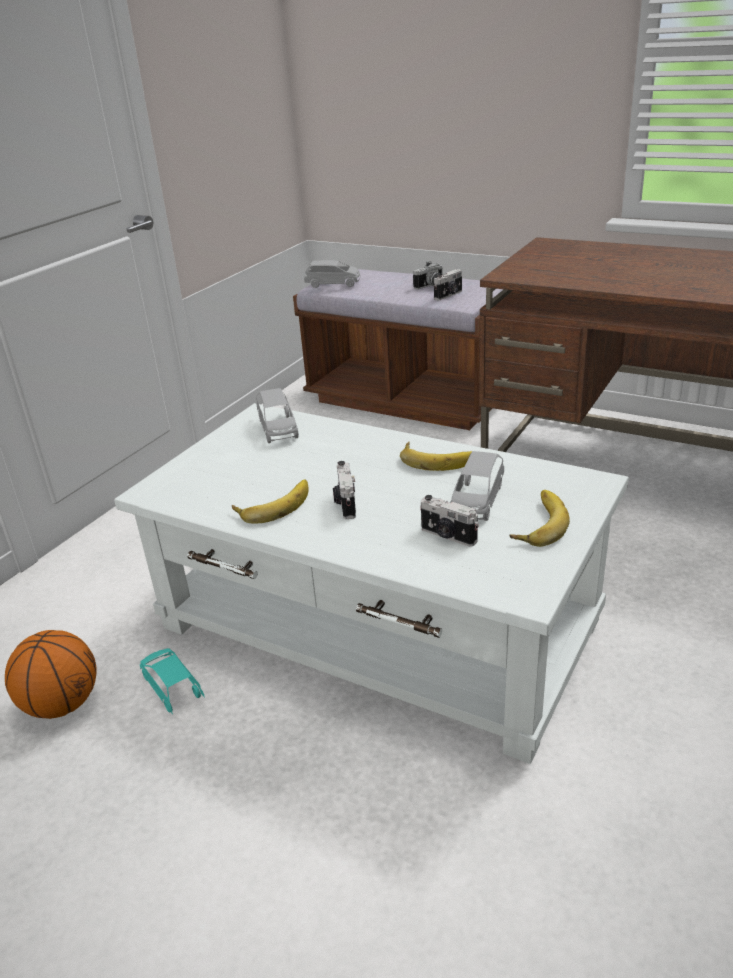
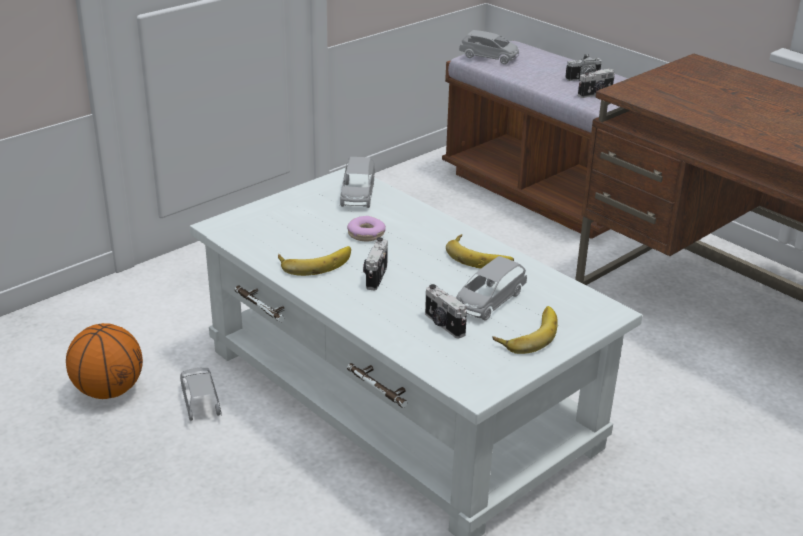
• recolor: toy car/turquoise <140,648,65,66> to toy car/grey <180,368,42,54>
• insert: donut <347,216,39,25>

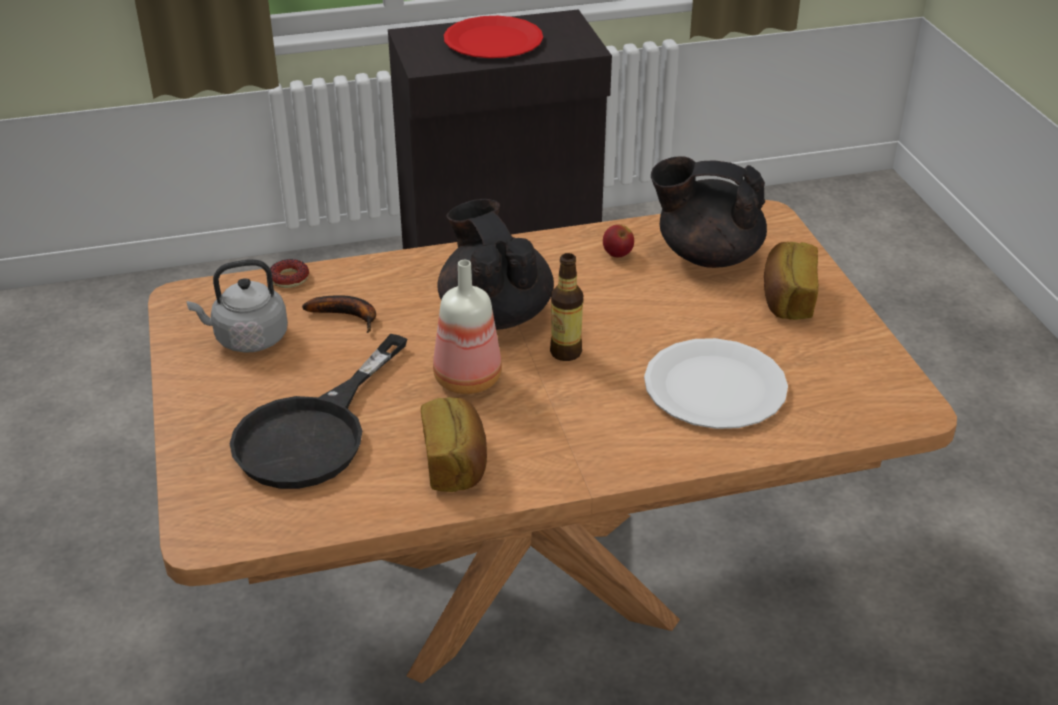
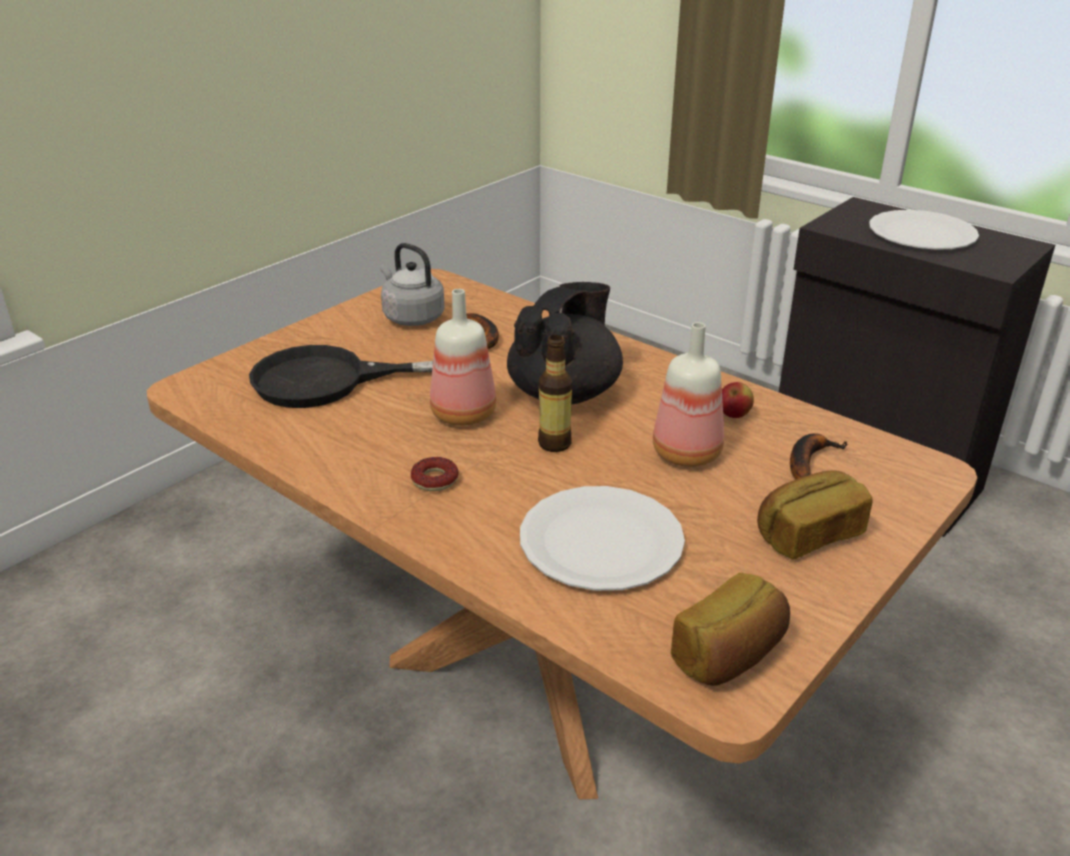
• move: donut <270,259,39,29> to <411,457,48,34>
• insert: bottle <653,322,71,145>
• move: bread <421,397,66,95> to <671,573,119,113>
• replace: teapot/black <651,156,116,112> to banana <790,433,58,46>
• recolor: plate/red <444,16,99,42> to plate/white <869,210,110,40>

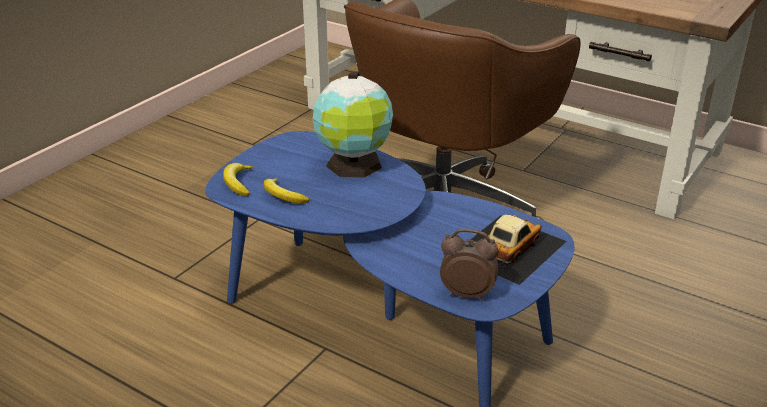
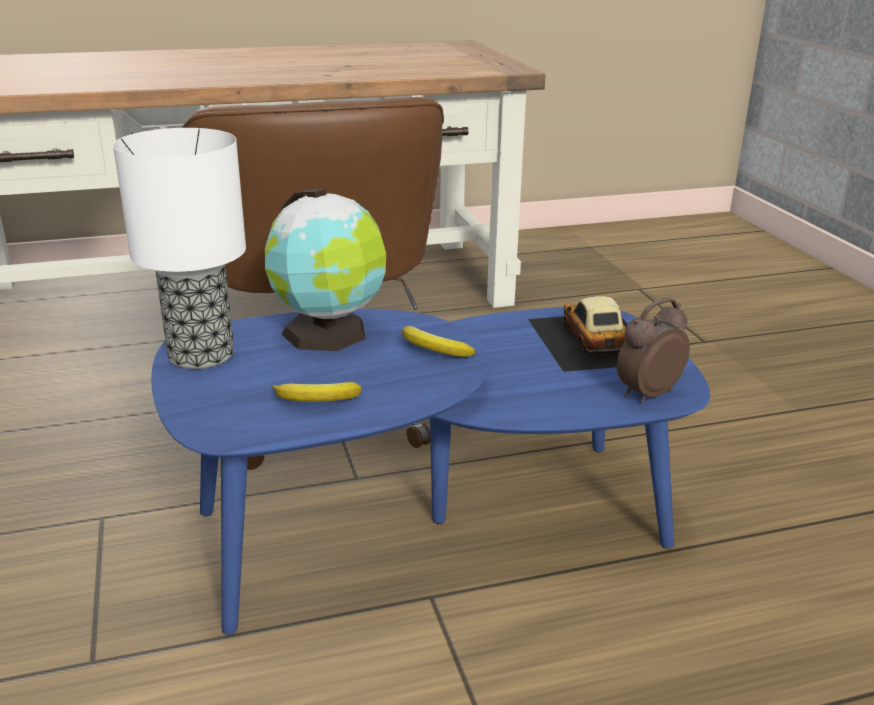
• insert: table lamp <113,128,133,241>
• move: banana <223,163,31,33> to <402,326,74,31>

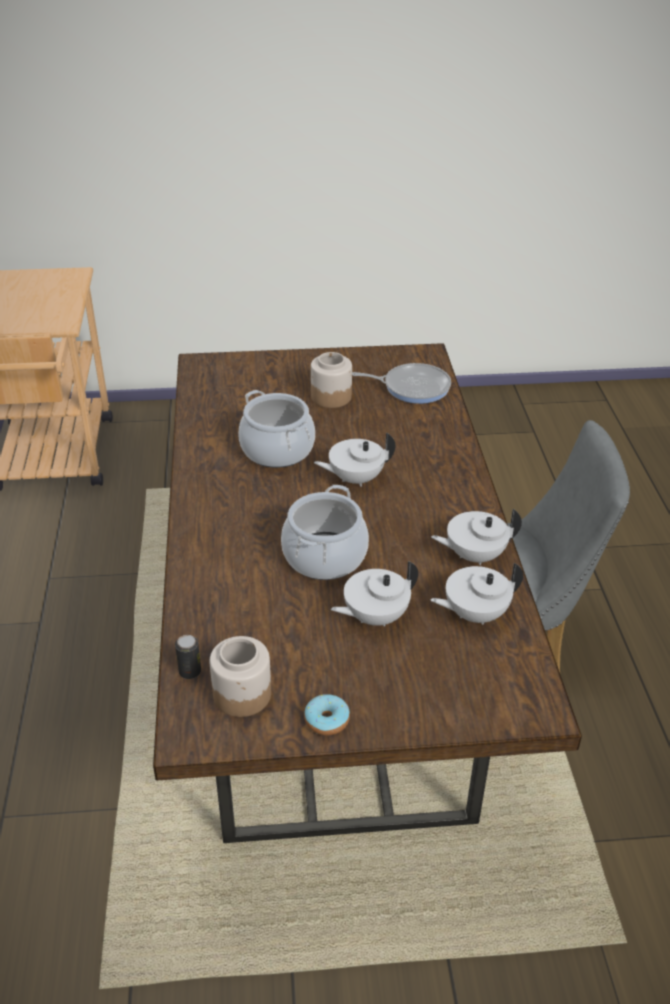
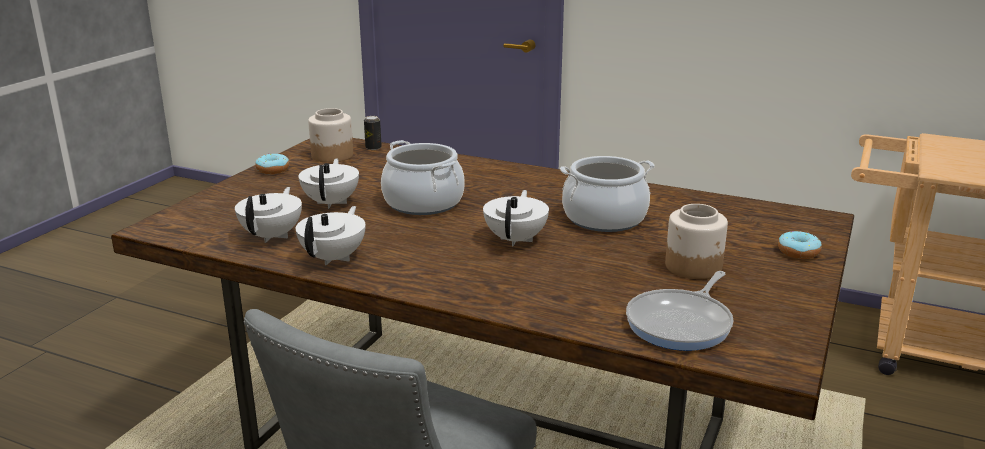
• insert: donut <778,231,44,28>

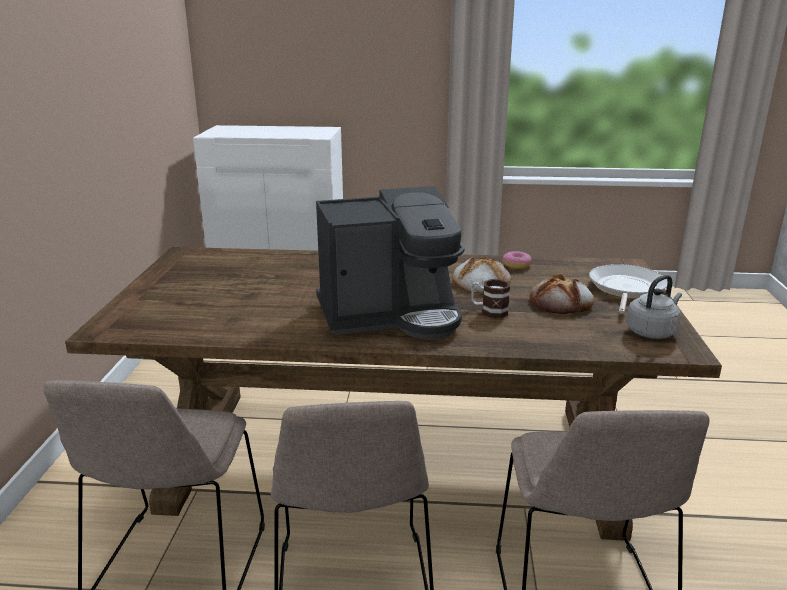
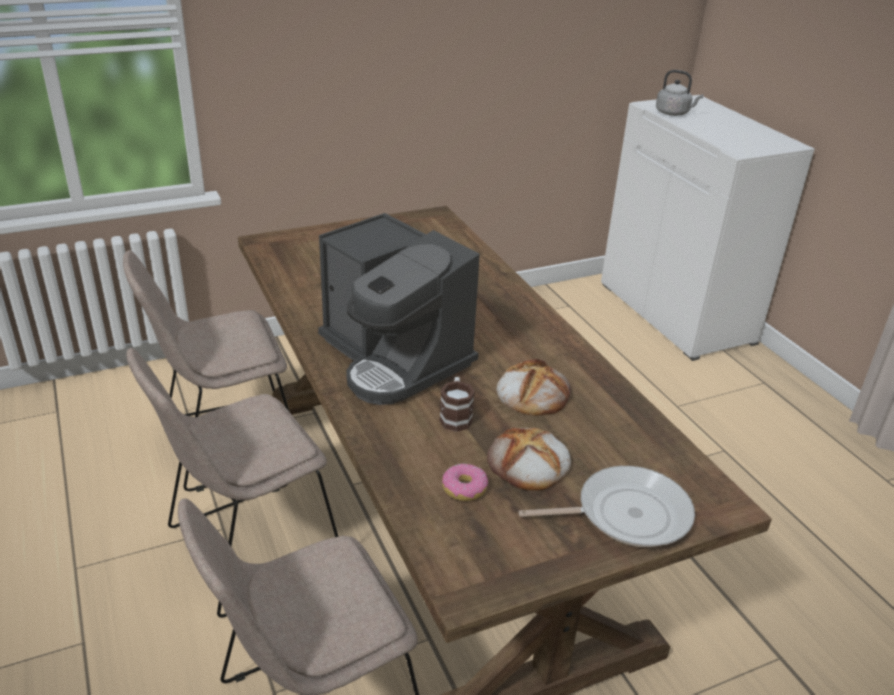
• move: donut <502,251,30,18> to <442,463,46,38>
• move: kettle/grey <626,275,56,64> to <656,70,48,46>

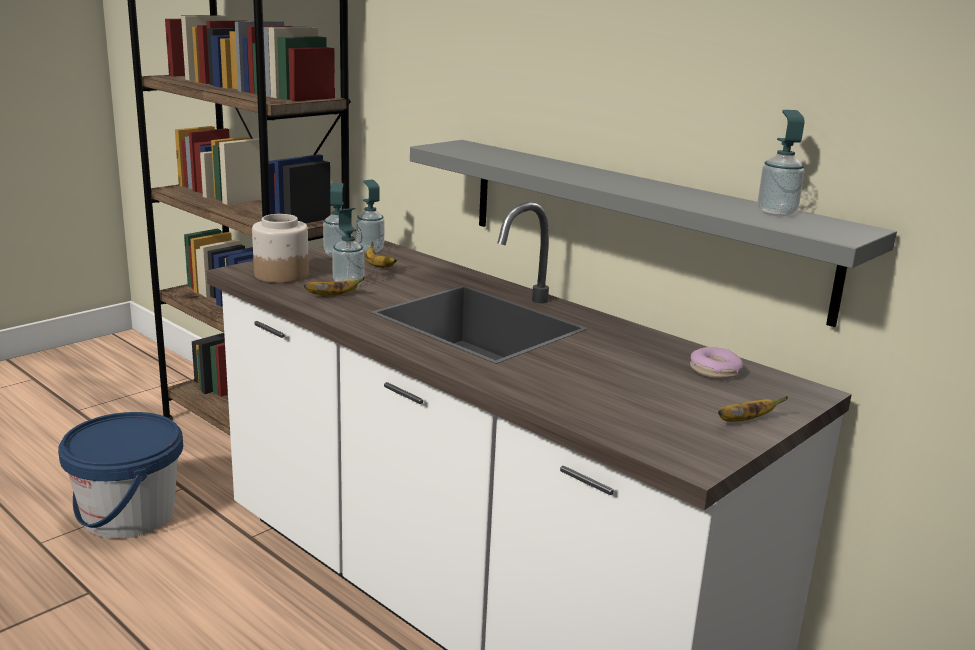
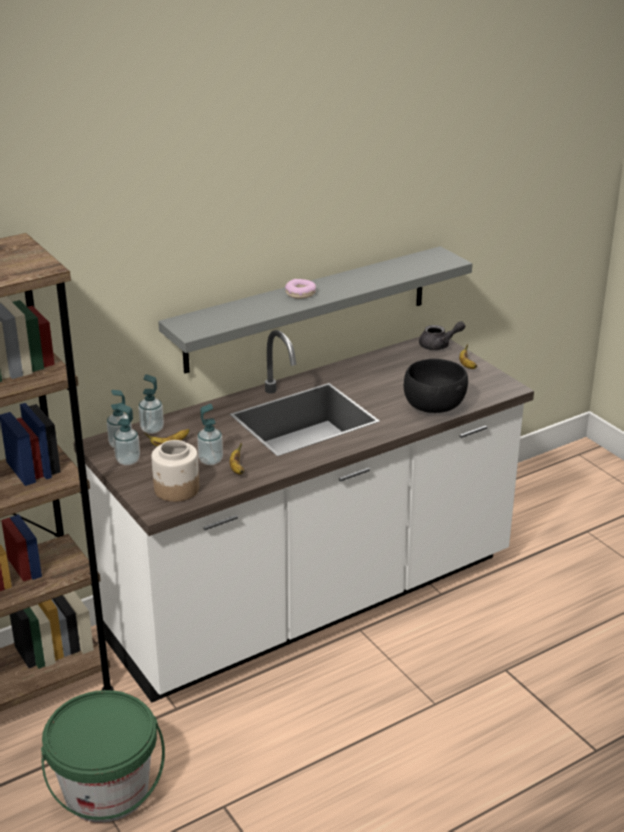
• recolor: bucket/blue <58,412,125,127> to bucket/green <41,690,124,133>
• move: soap dispenser <758,110,47,106> to <139,374,25,60>
• move: donut <690,347,54,32> to <285,279,31,20>
• insert: bowl/black <404,359,64,54>
• insert: teapot/grey <419,321,46,29>

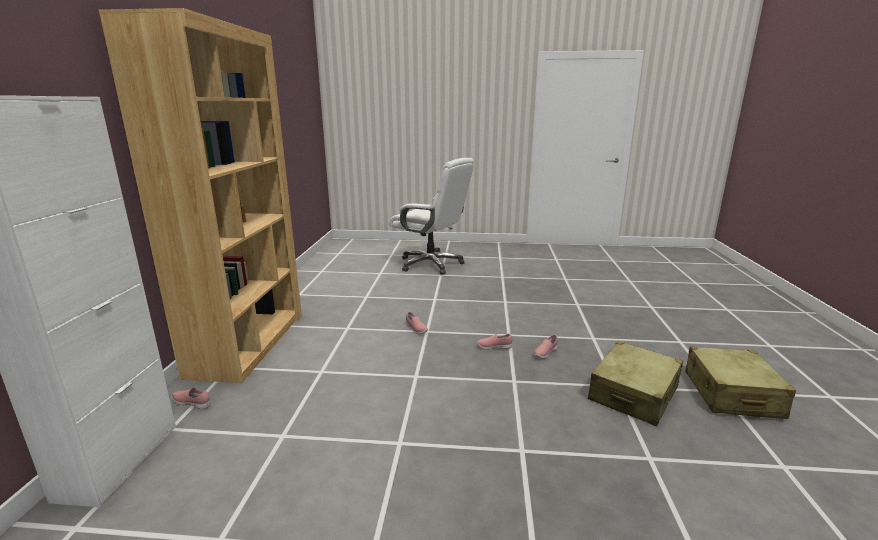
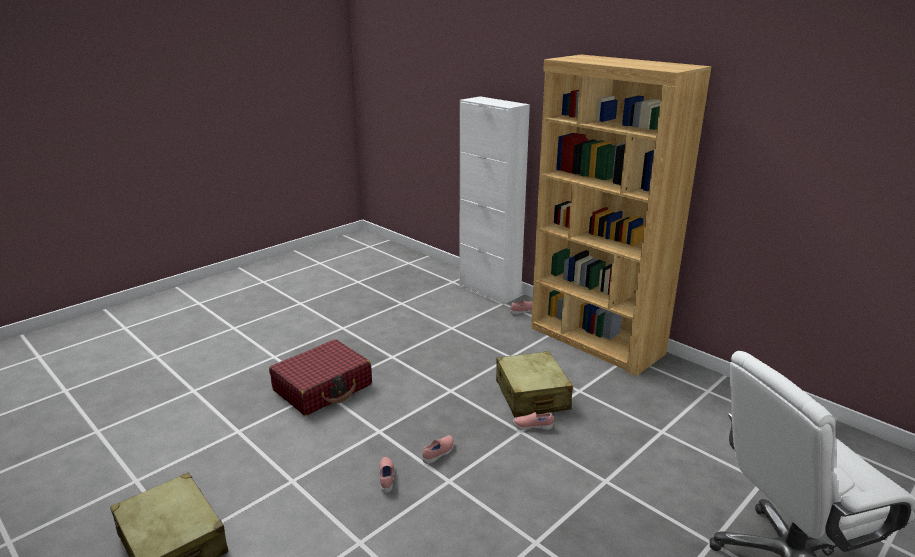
• insert: suitcase/red <269,339,103,77>
• move: suitcase/beige <588,341,95,85> to <496,351,77,66>

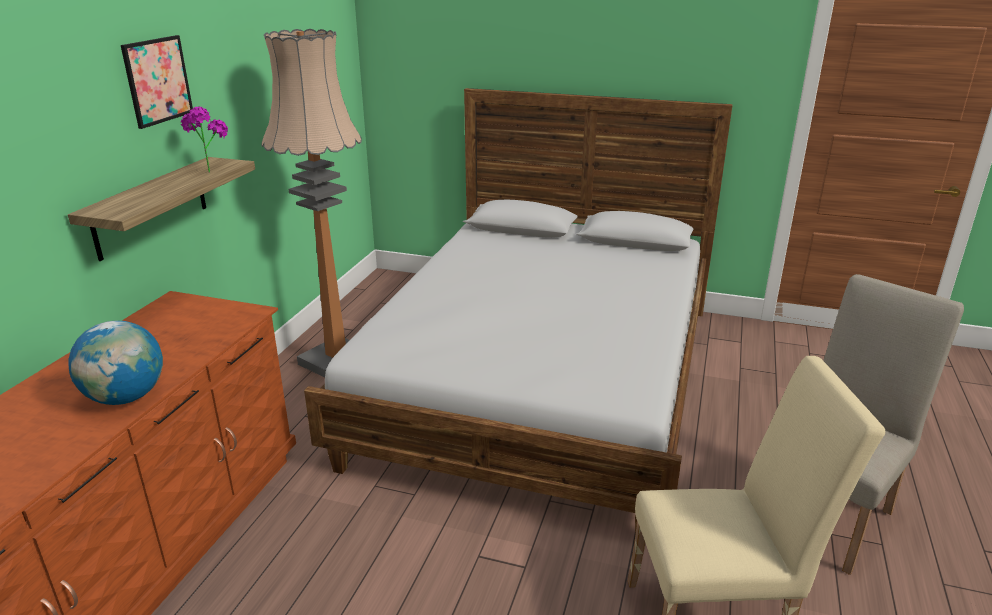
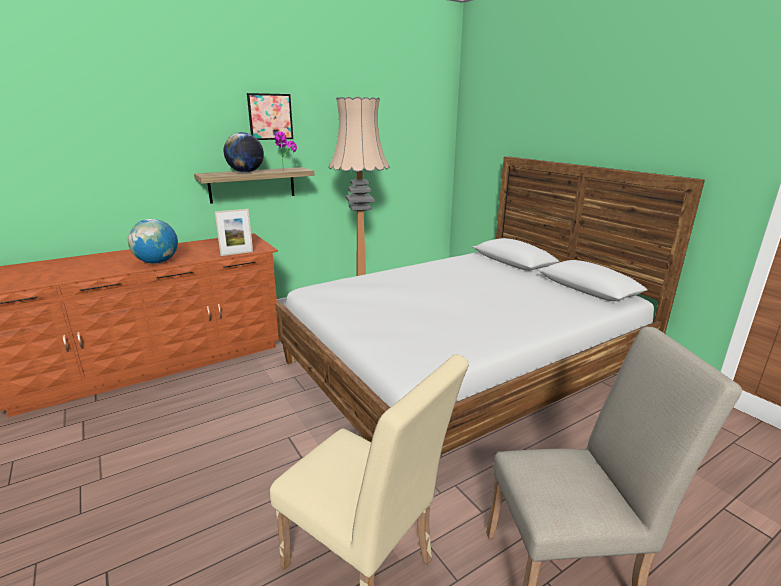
• insert: picture frame <215,209,38,47>
• insert: globe <224,132,40,41>

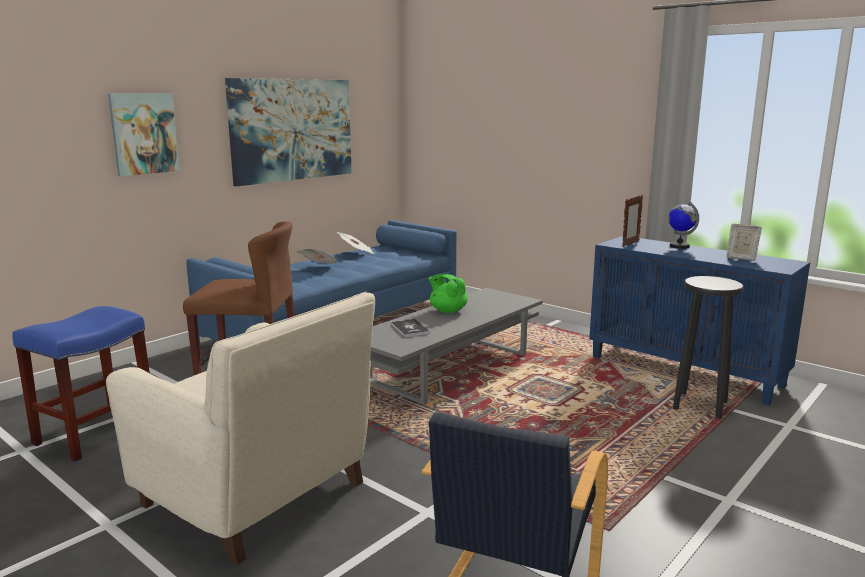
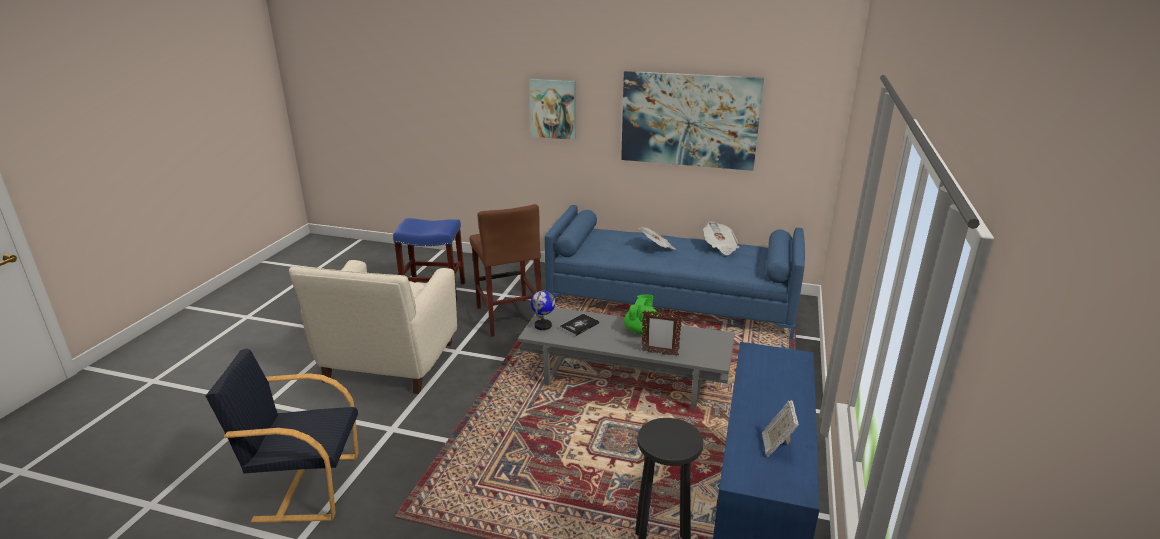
• move: globe <668,202,31,47> to <531,290,24,40>
• move: picture frame <622,195,21,52> to <642,310,40,46>

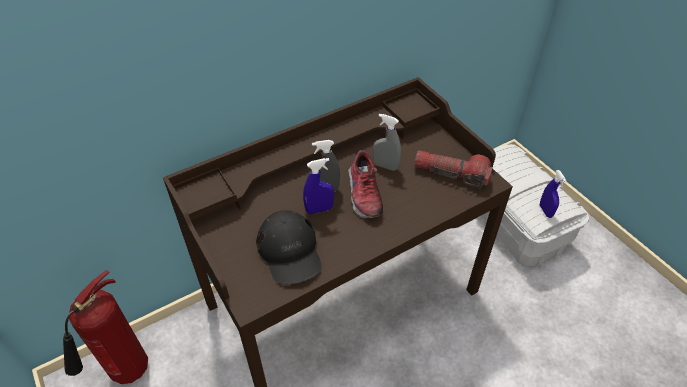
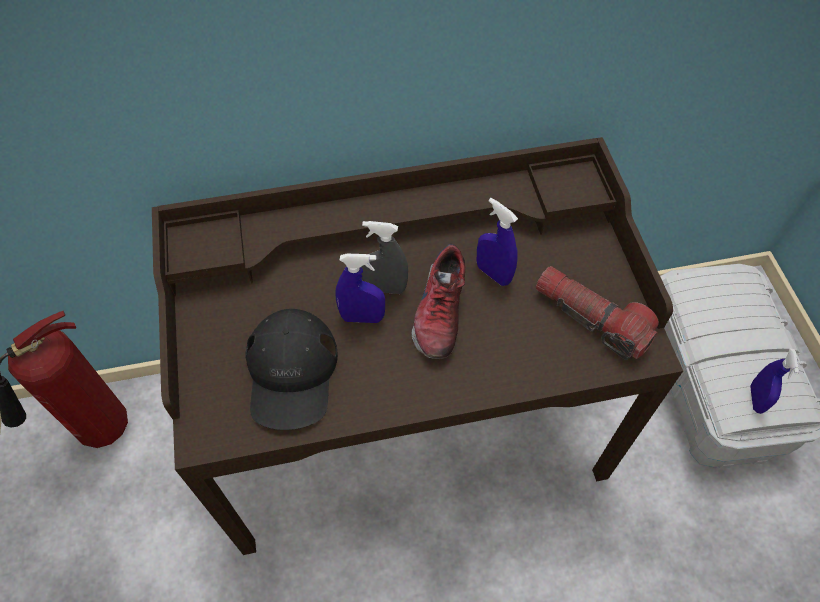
• recolor: spray bottle/grey <373,114,28,57> to spray bottle/blue <477,198,41,88>

